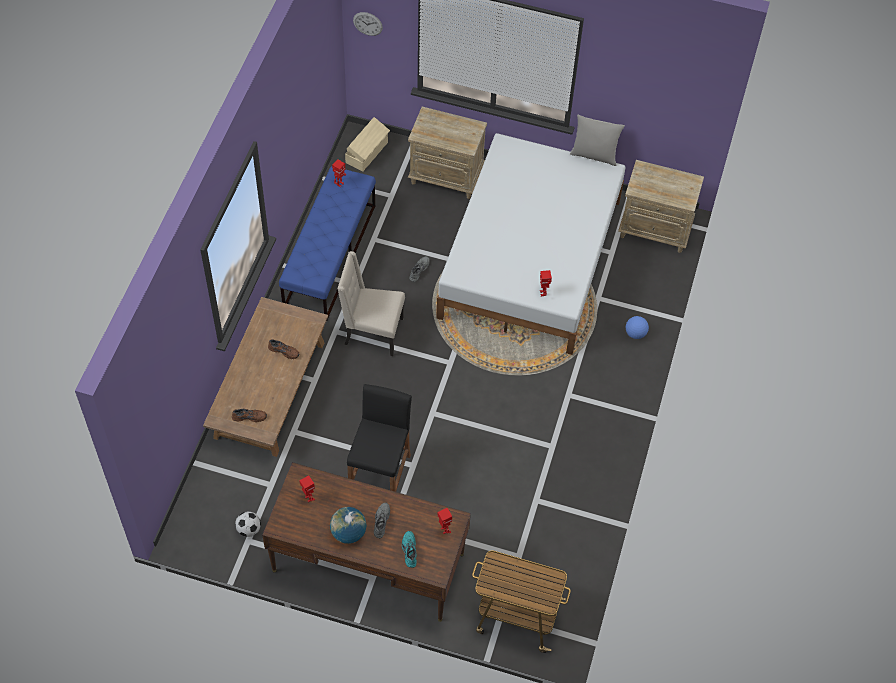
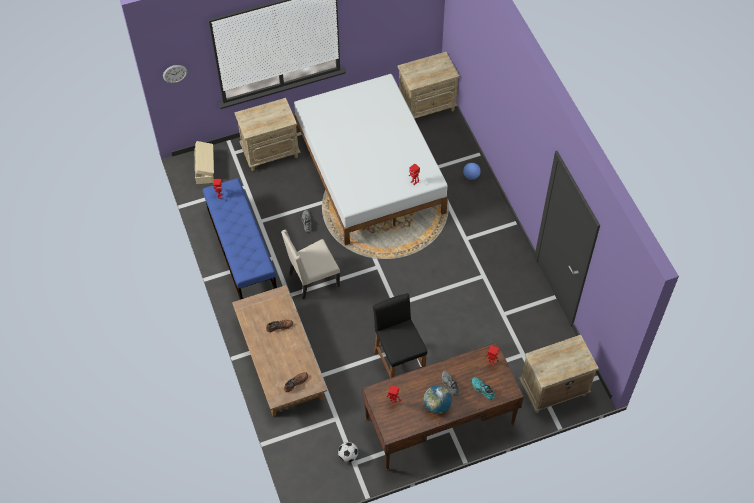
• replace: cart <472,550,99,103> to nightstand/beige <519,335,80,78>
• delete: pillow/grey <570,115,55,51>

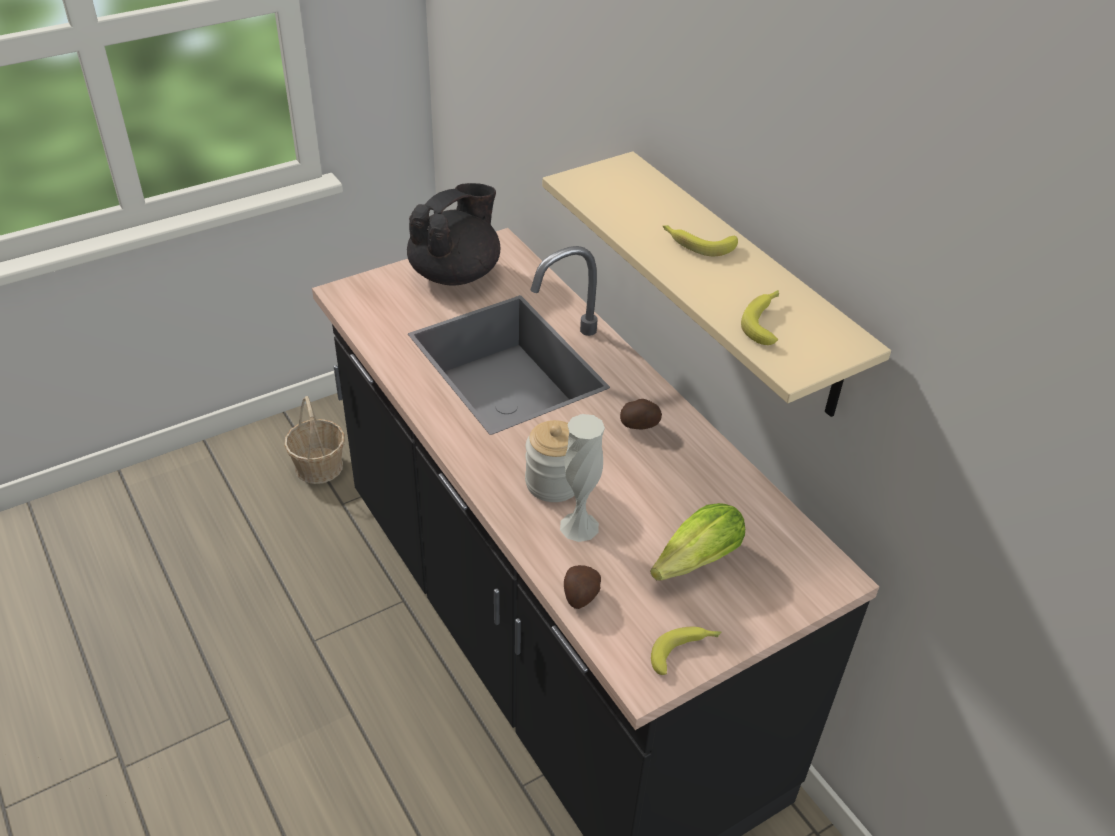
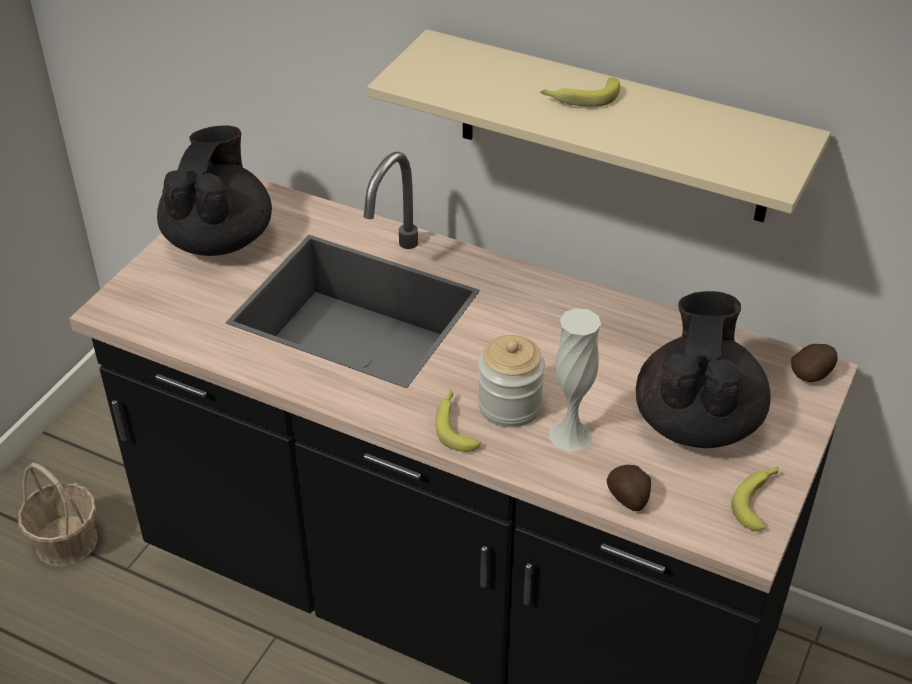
• move: banana <741,290,38,55> to <436,390,45,62>
• replace: lettuce <650,503,95,78> to teapot/black <636,291,135,157>
• move: potato <620,399,42,31> to <791,344,47,38>

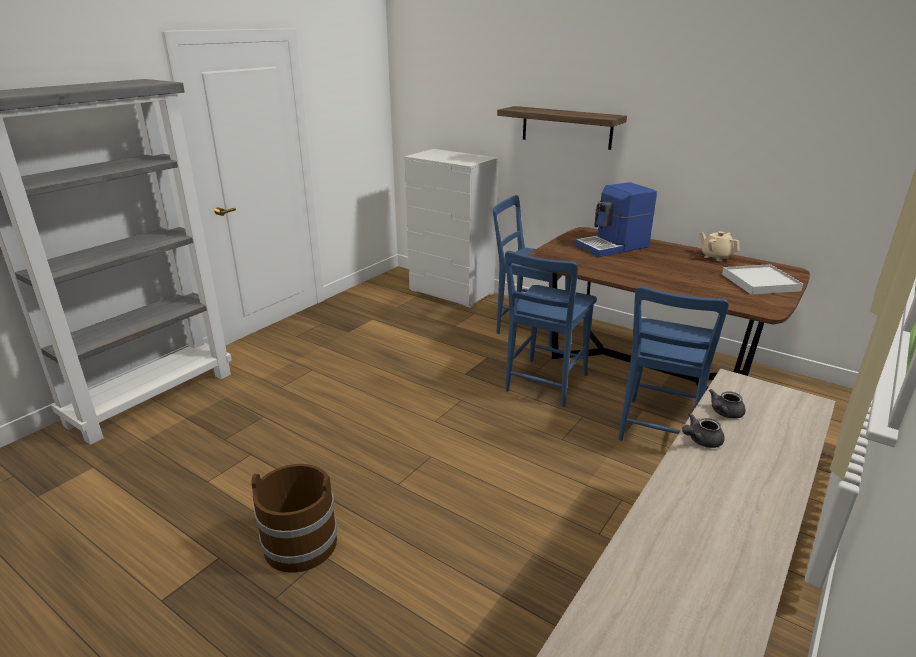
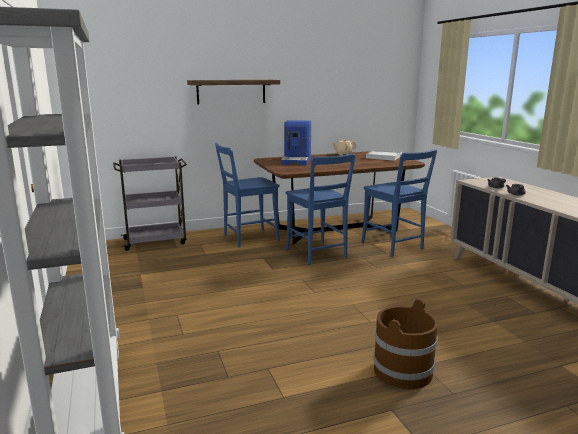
• replace: dresser/white <404,149,94,159> to cart/grey <113,157,74,94>

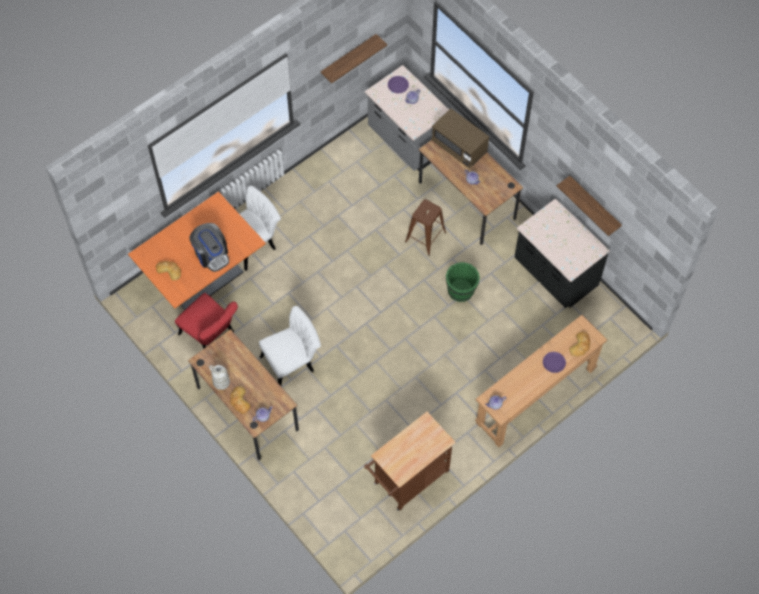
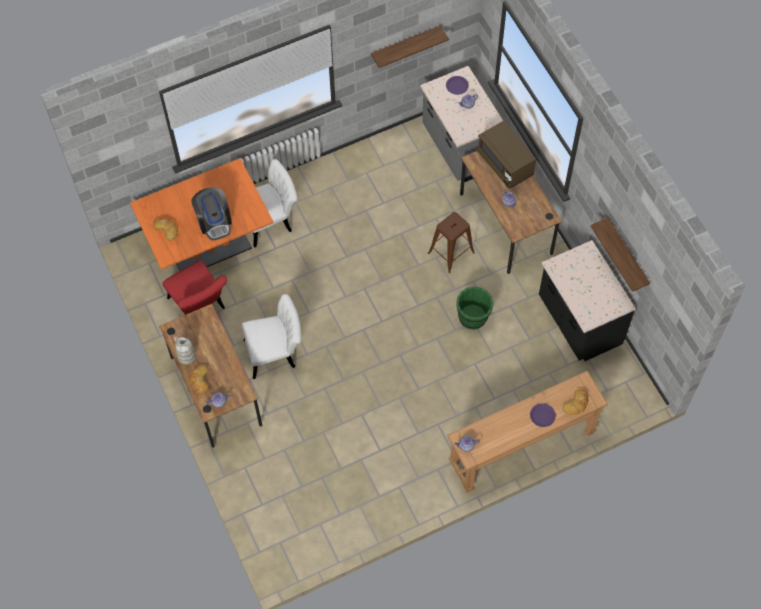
• delete: cart/brown <364,412,92,99>

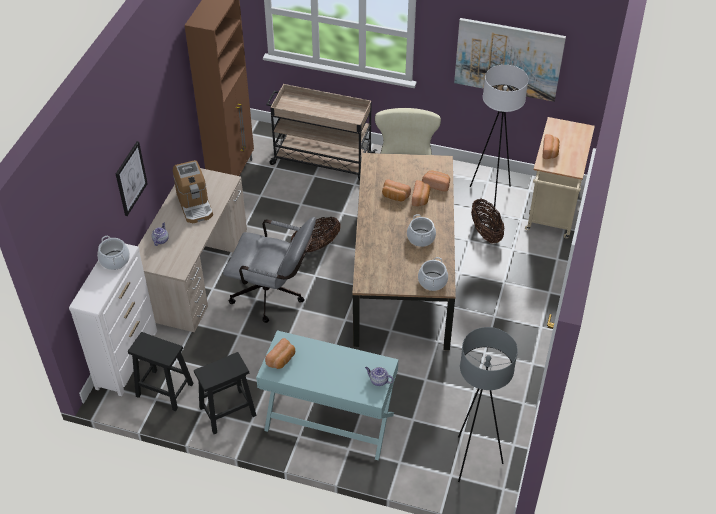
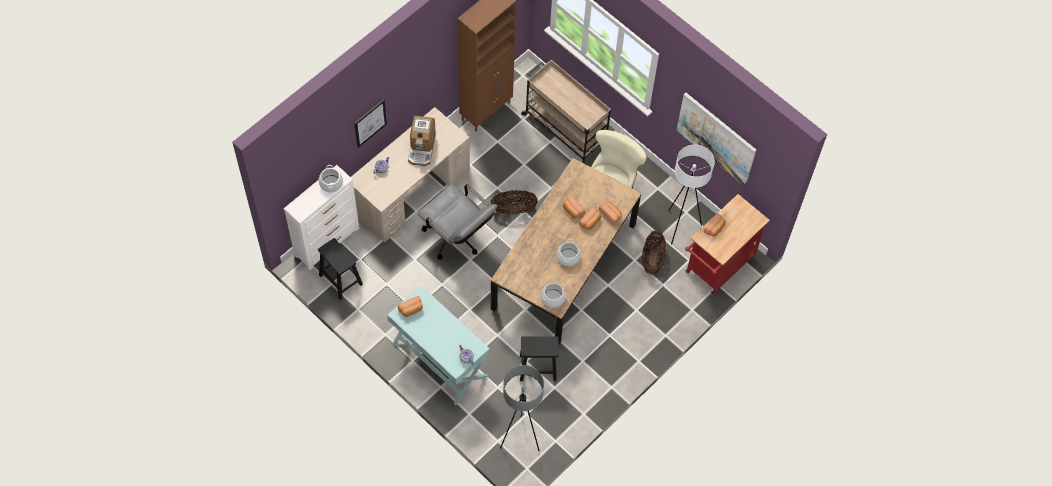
• move: stool/black <194,352,63,82> to <520,336,39,45>
• recolor: cart/beige <525,117,70,121> to cart/red <685,194,85,101>

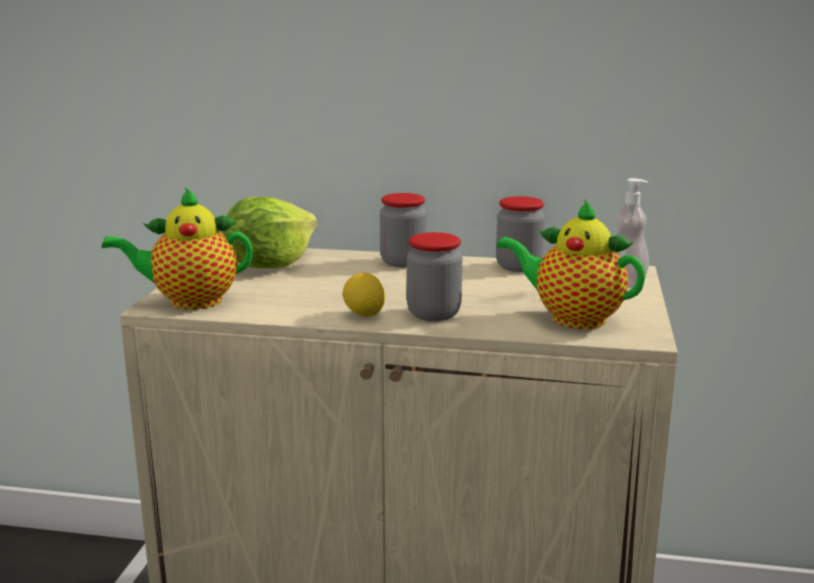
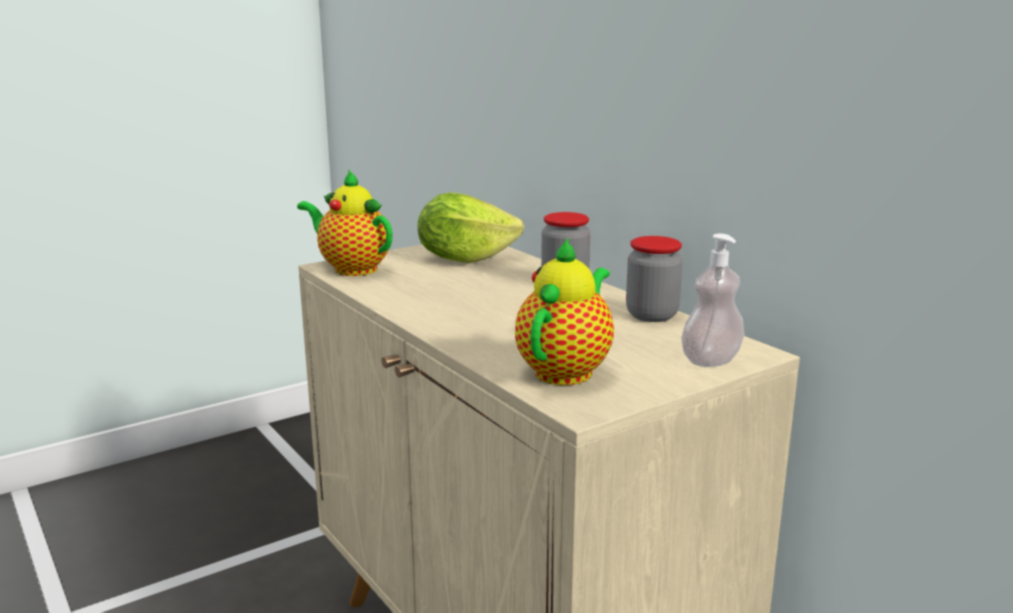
• rotate: teapot <496,199,149,130> = <515,237,99,148> 45 degrees clockwise
• delete: lemon <343,273,42,44>
• delete: jar <407,232,55,89>

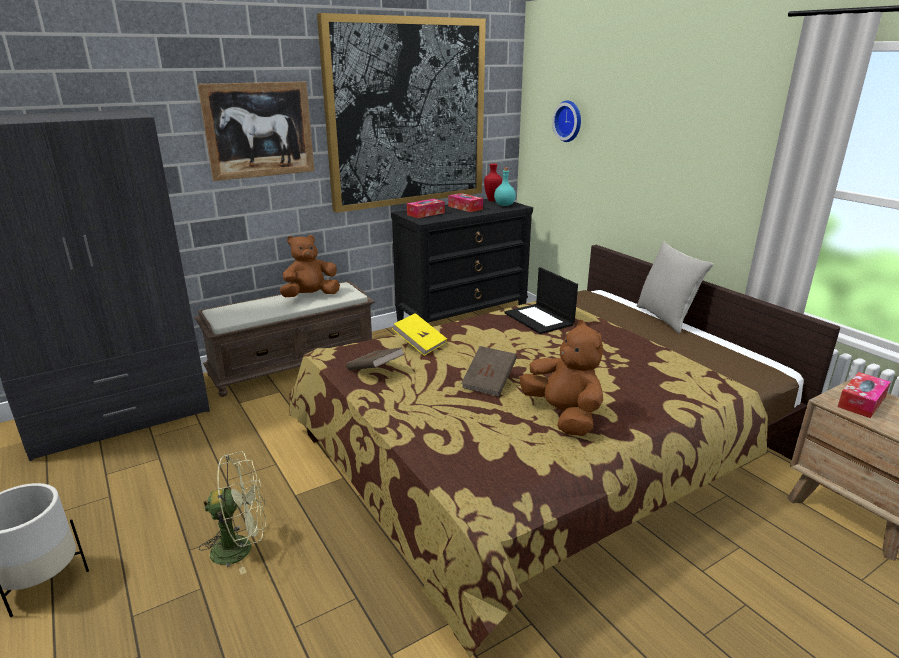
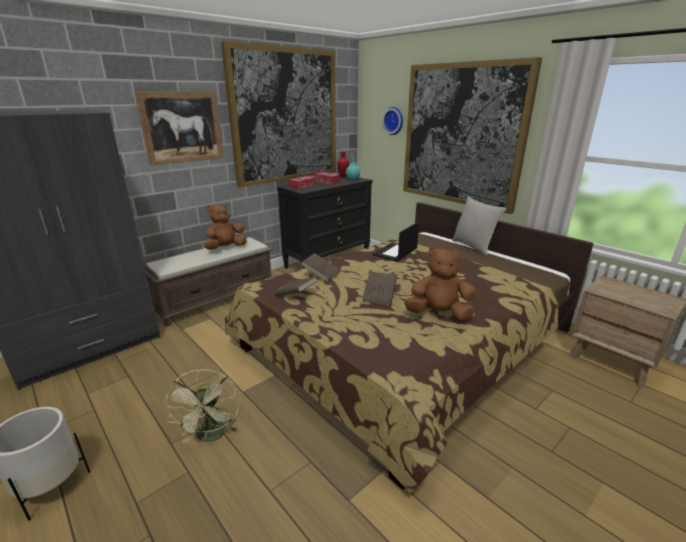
• rotate: fan/green <199,451,67,124> = <164,369,76,74> 105 degrees clockwise
• recolor: book/yellow <392,313,55,43> to book/brown <301,253,39,29>
• rotate: laptop <504,267,74,67> = <373,222,46,39> 75 degrees clockwise
• insert: picture <403,57,139,157>
• rotate: plush toy/brown <520,320,83,116> = <404,247,72,74> 45 degrees counterclockwise
• delete: tissue box <837,372,54,46>

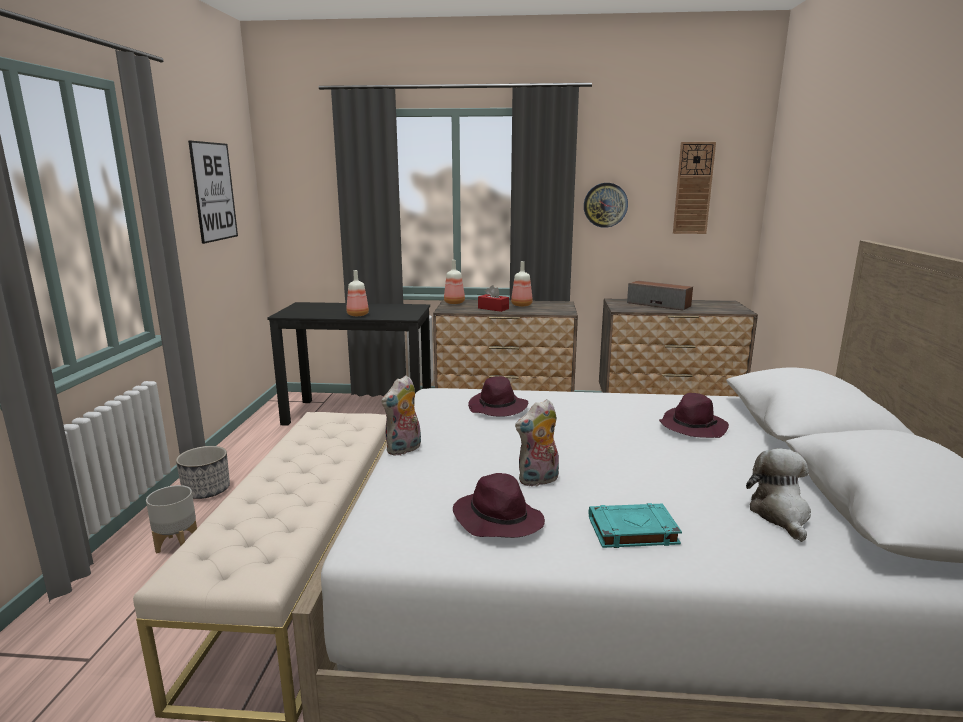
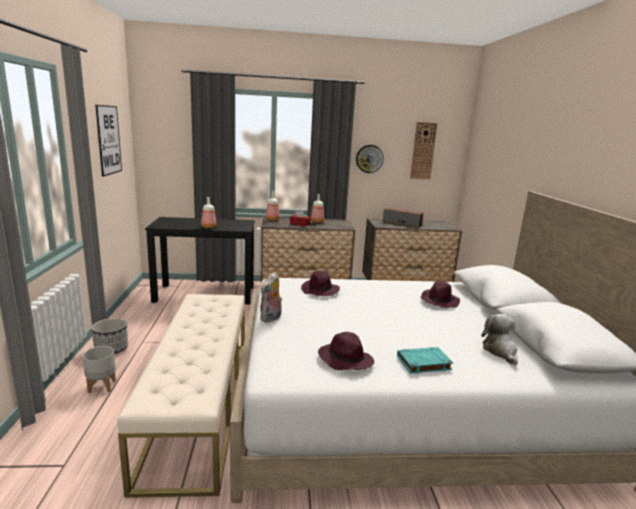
• delete: plush toy <515,399,44,87>

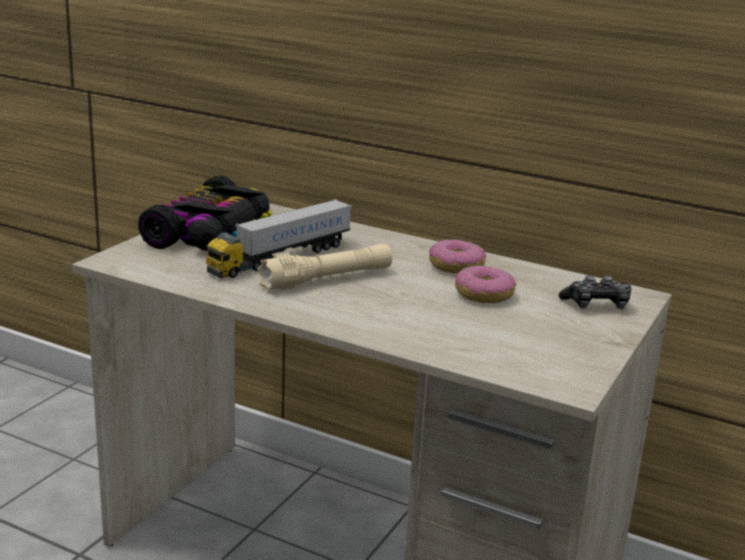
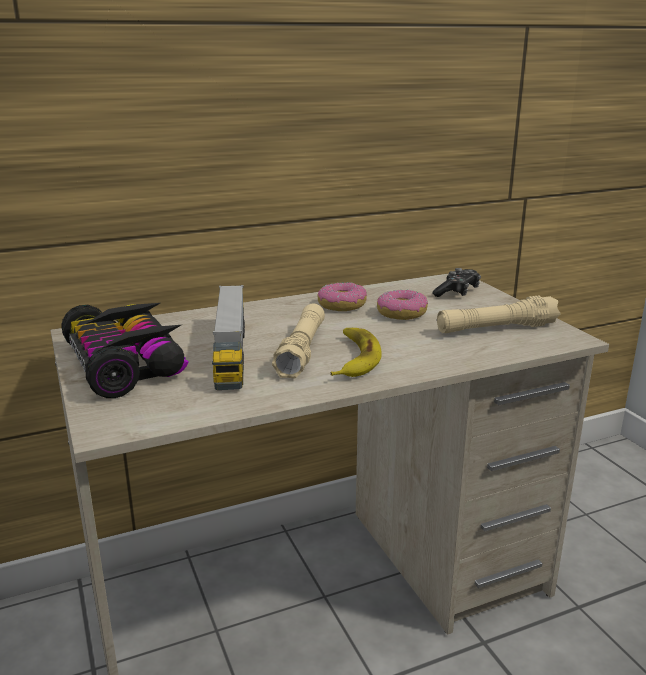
• insert: banana <330,328,52,49>
• insert: flashlight/beige <437,295,124,38>

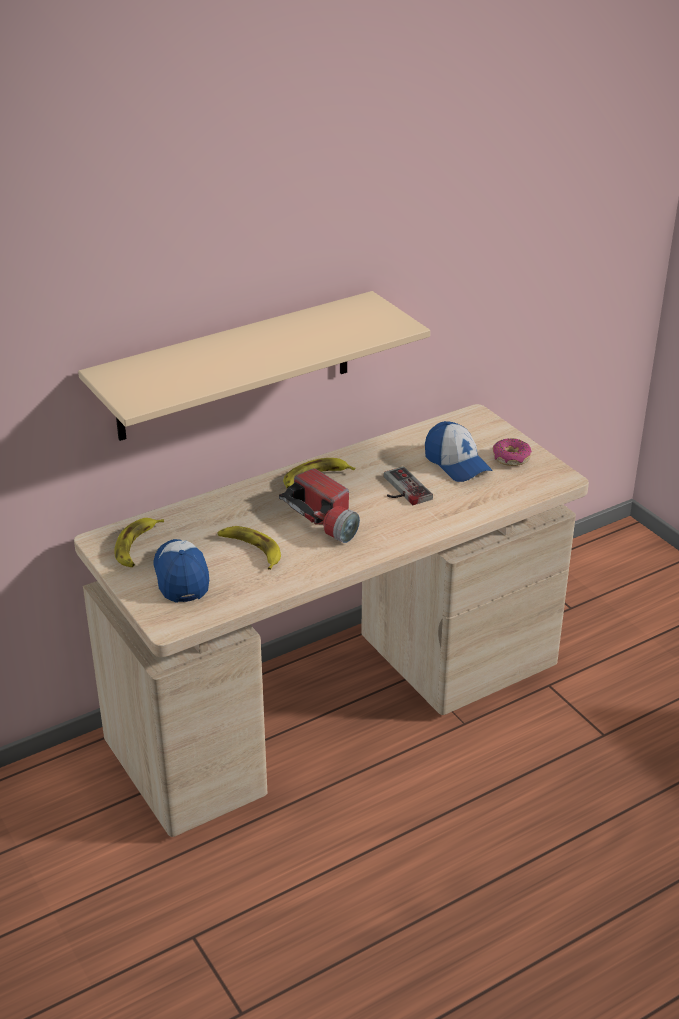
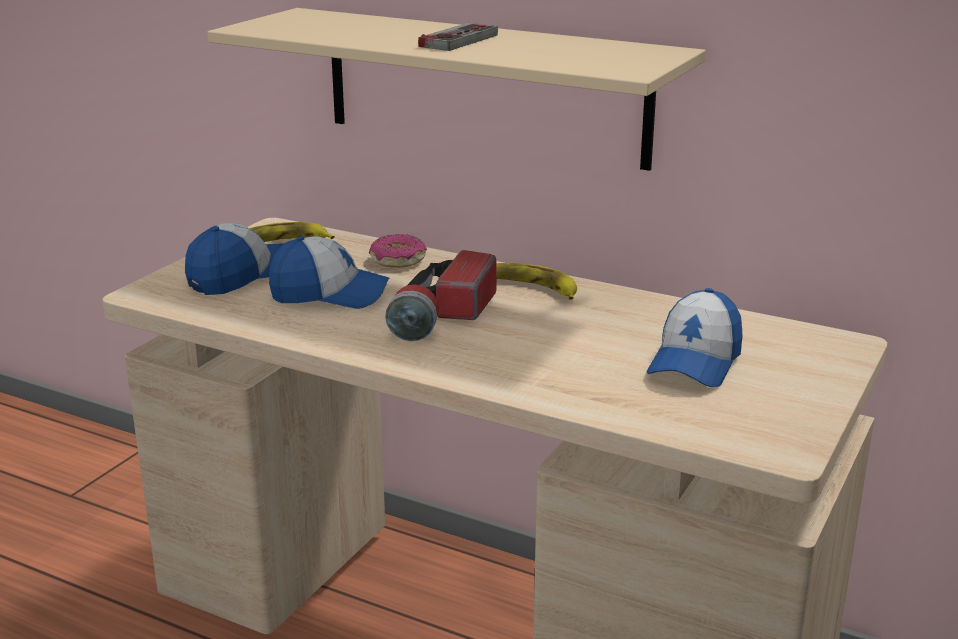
• replace: banana <218,526,63,44> to cap <269,236,120,73>
• move: donut <493,438,39,28> to <369,234,58,34>
• move: game controller <384,466,49,39> to <418,23,80,28>

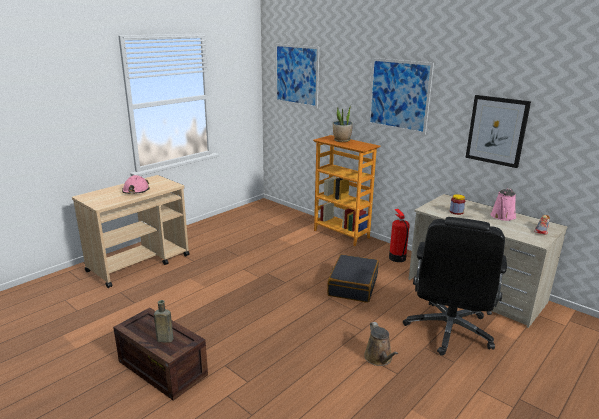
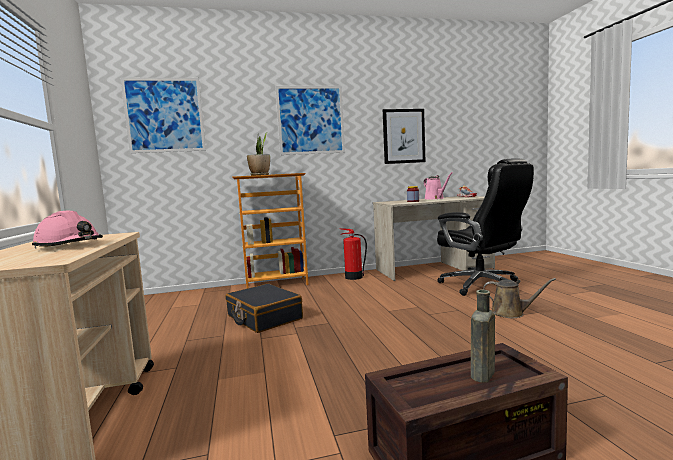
• move: suitcase/black <327,254,52,49> to <226,283,77,50>

